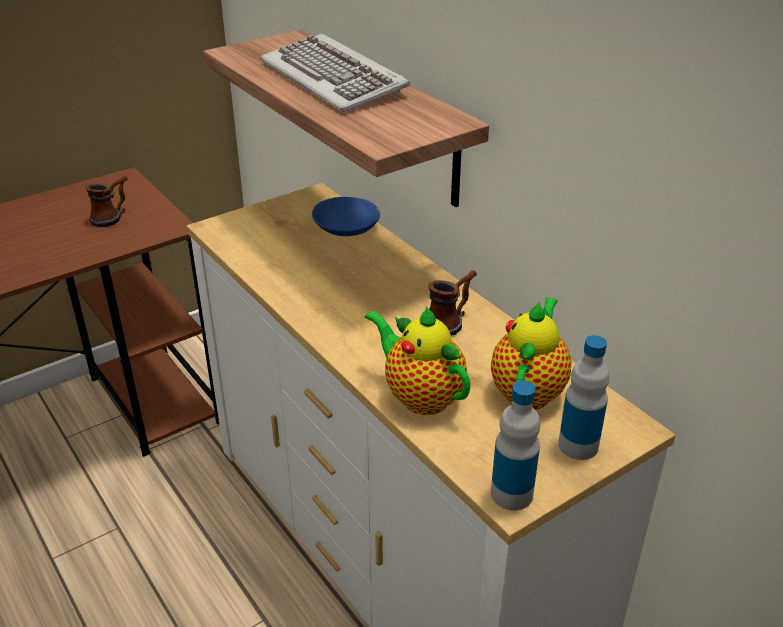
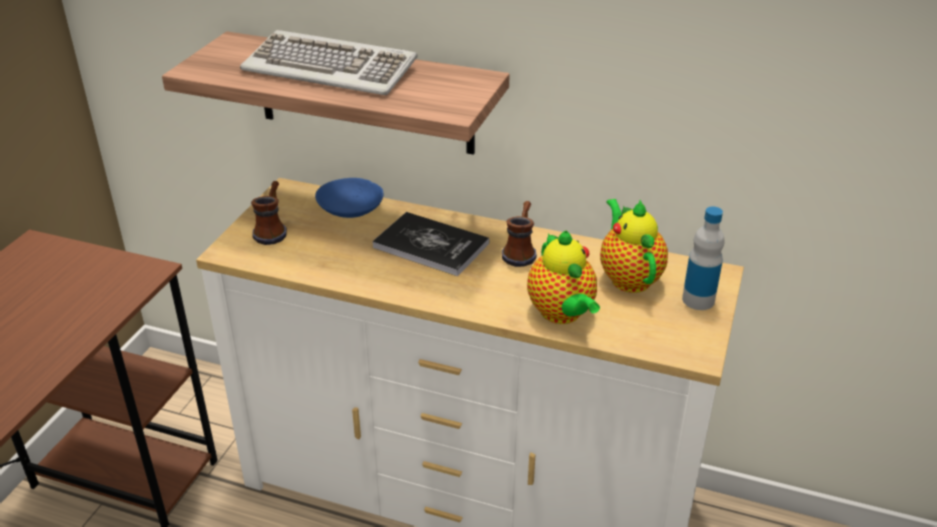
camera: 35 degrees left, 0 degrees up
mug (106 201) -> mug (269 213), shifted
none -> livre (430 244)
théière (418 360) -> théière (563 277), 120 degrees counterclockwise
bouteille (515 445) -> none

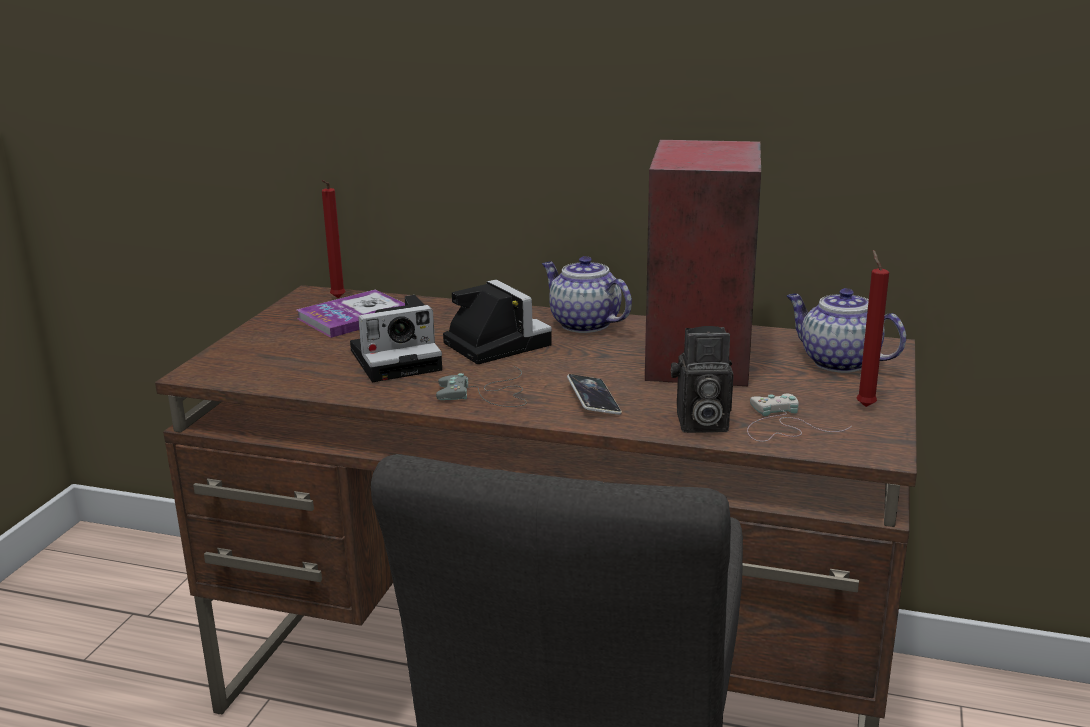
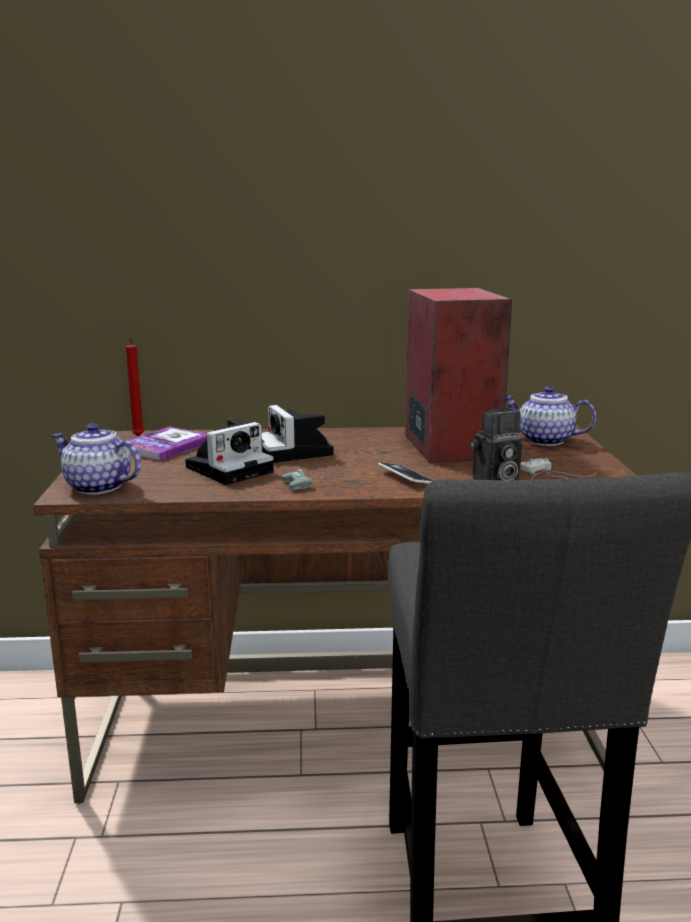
camera: 20 degrees left, 5 degrees down
théière (587 294) -> théière (96 459), shifted
appareil photo (497 322) -> appareil photo (298 434), 150 degrees counterclockwise
bougie/rouge (873 328) -> none

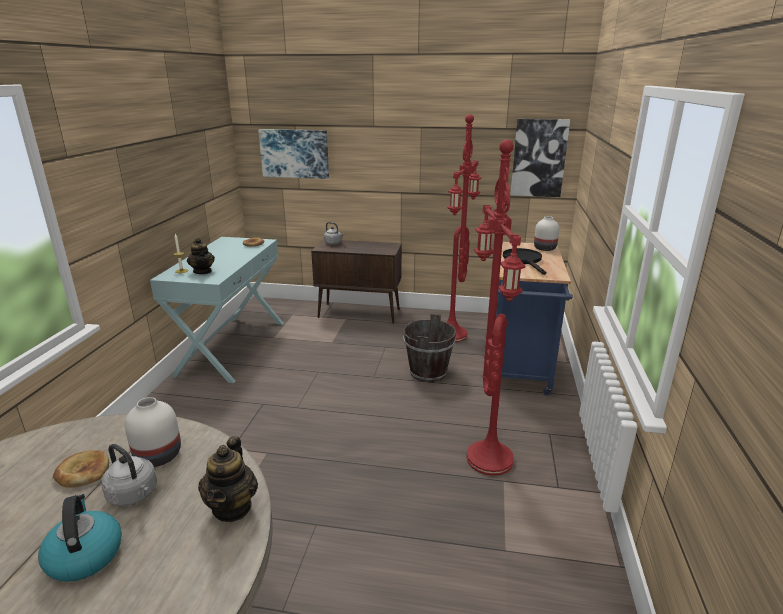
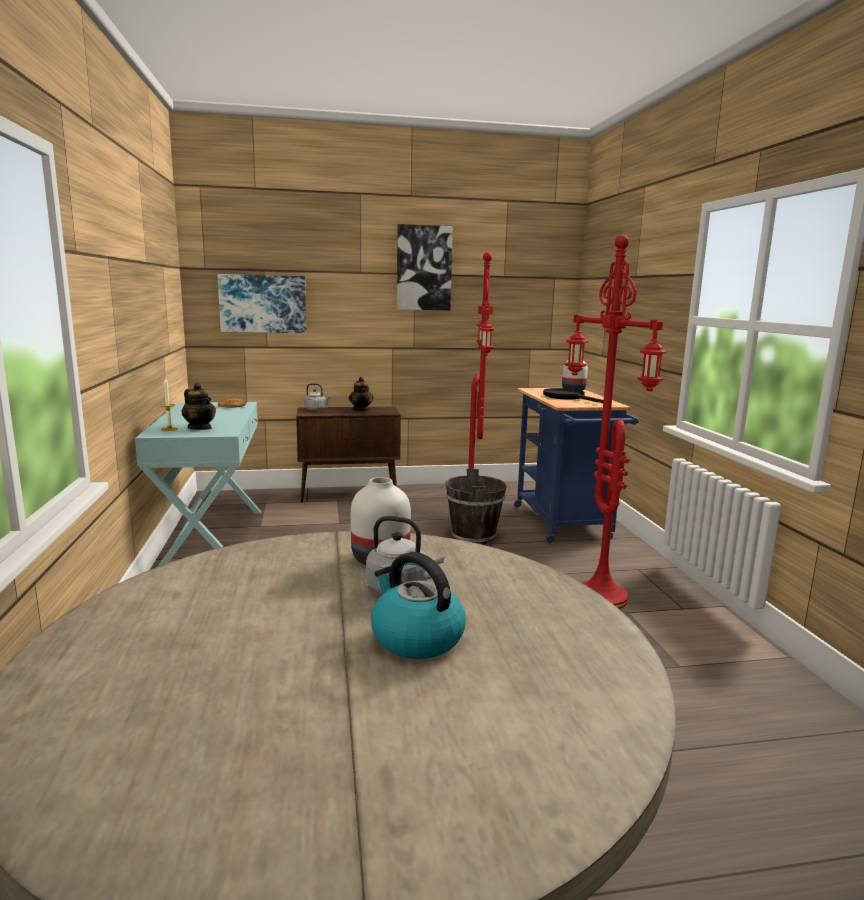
camera: 20 degrees left, 10 degrees down
théière (228 479) -> théière (361 394), shifted
tableau (540 158) -> tableau (425 267), shifted
pain (81 468) -> none

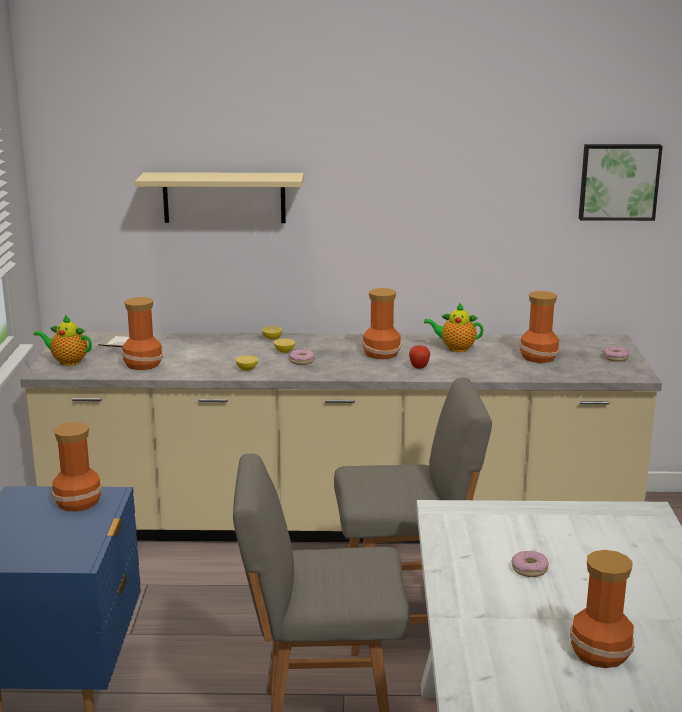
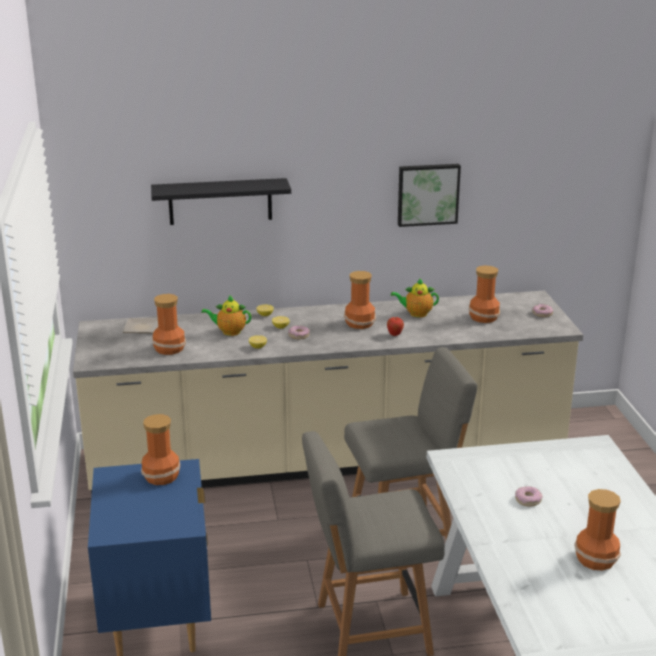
camera: 10 degrees left, 5 degrees up
étagère/beige (219 197) -> étagère/noir (221 201)
théière (63 340) -> théière (226 315), shifted
tableau (621 182) -> tableau (429 195), shifted

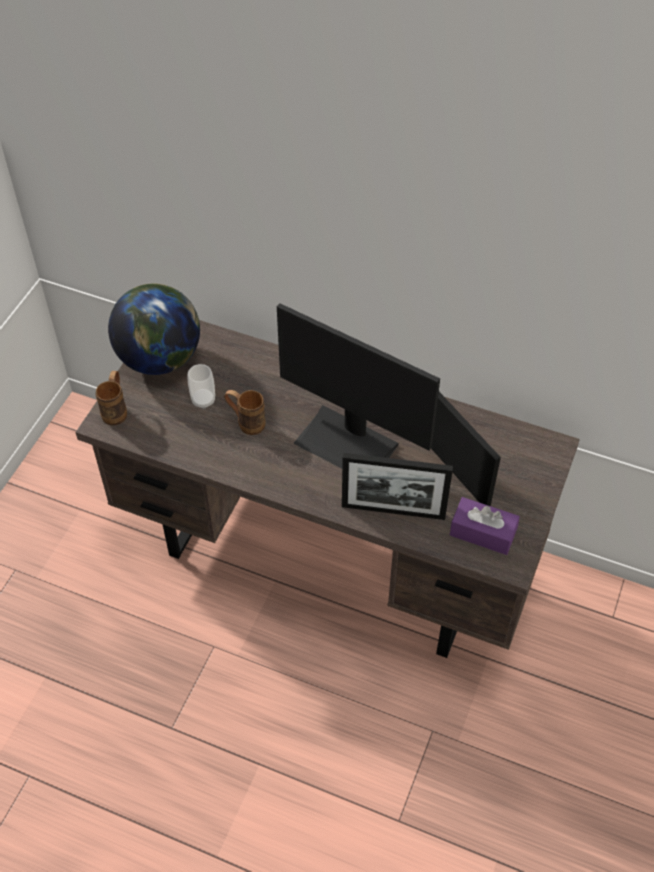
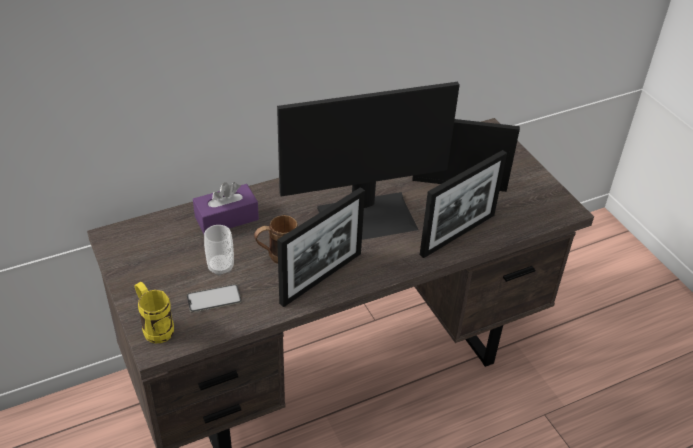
camera: 50 degrees left, 10 degrees down
mug/marron (111 398) -> mug/jaune (154 312)
none -> téléphone (214 298)
boîte à mouchoirs/violet (485 526) -> boîte à mouchoirs/violet (226 208), shifted
none -> cadre photo (321 247)
globe (154 329) -> none

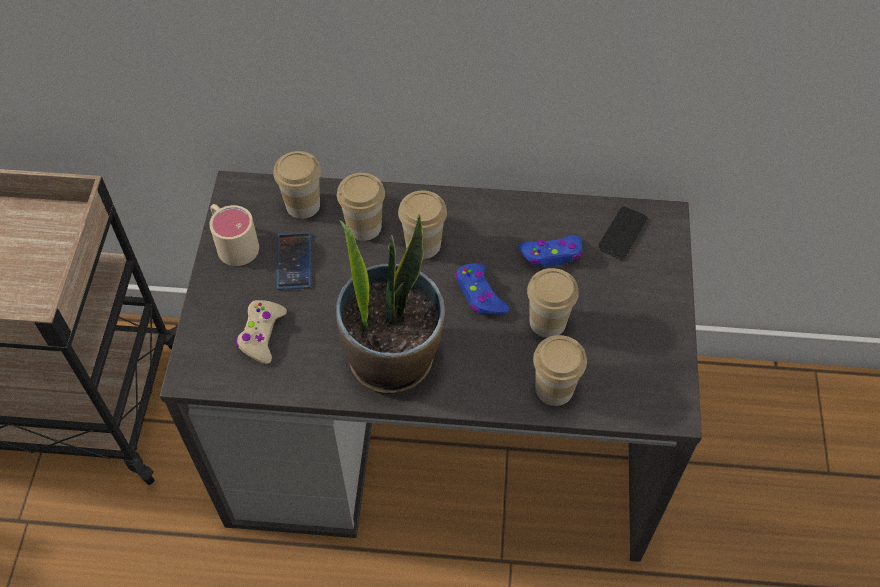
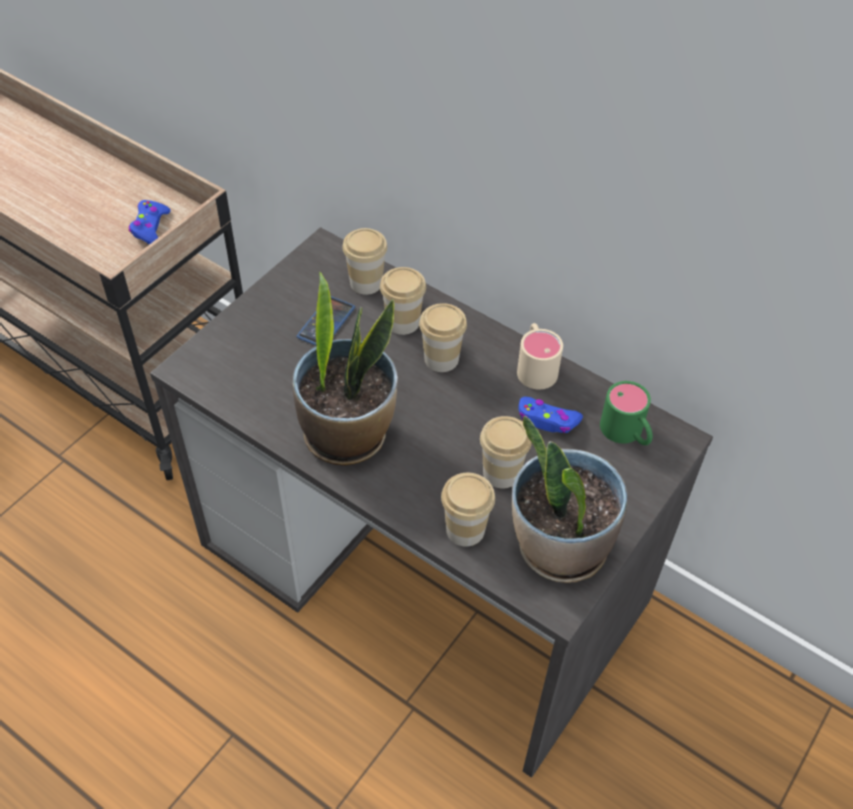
camera: 30 degrees right, 5 degrees down
manette/bleu (482 289) -> manette/bleu (150 222), shifted
none -> plante en pot (570 499)
mug/beige (234 235) -> mug/beige (540 356), shifted
téléphone (622 233) -> mug/vert (626 413)
manette/beige (261 332) -> none

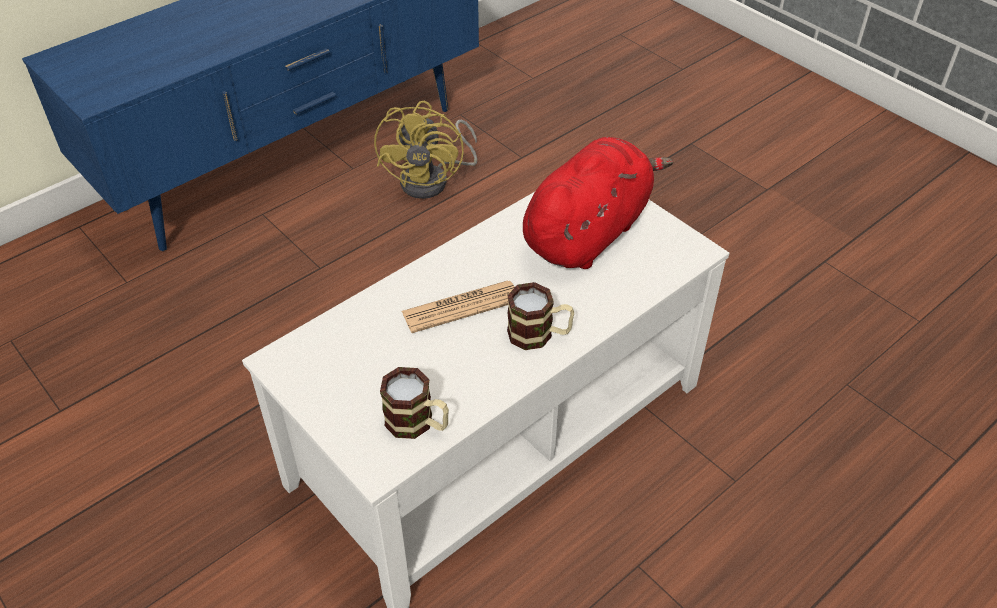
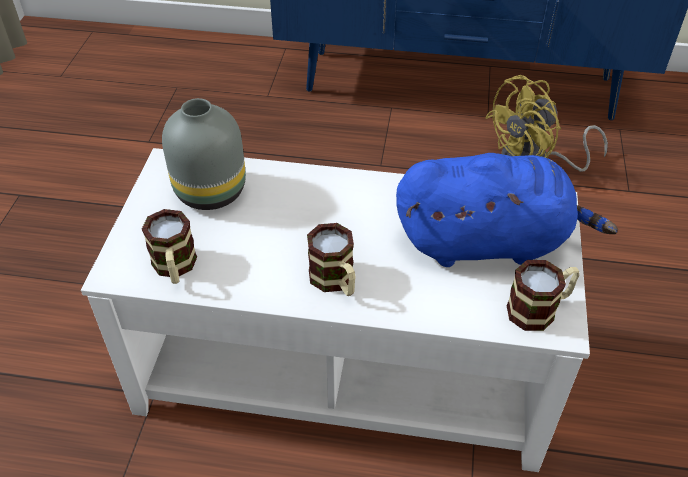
camera: 50 degrees right, 0 degrees up
none -> vase/gris (204 154)
peluche/rouge (598 203) -> peluche/bleu (507 210)
none -> mug (543 295)
journal (458 306) -> none

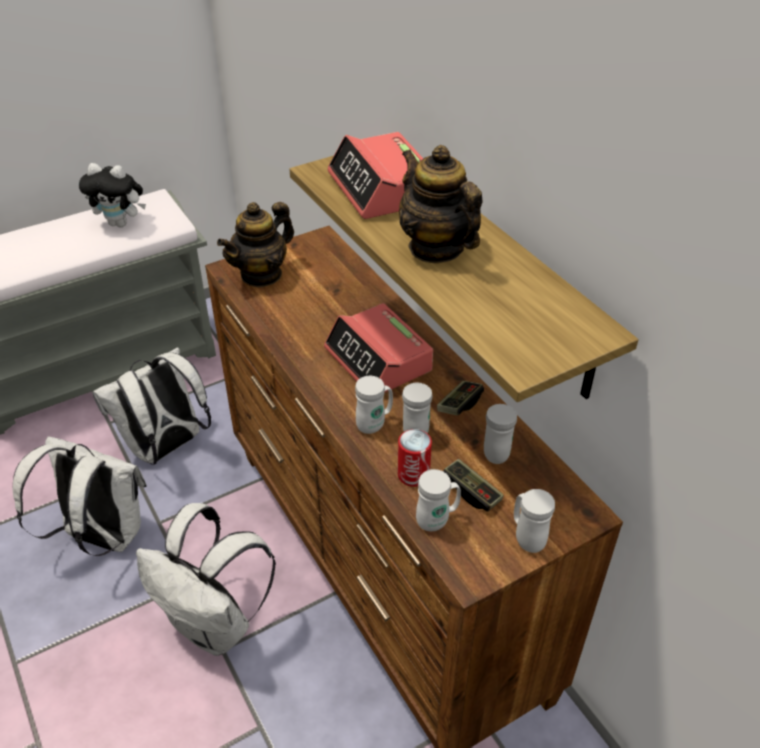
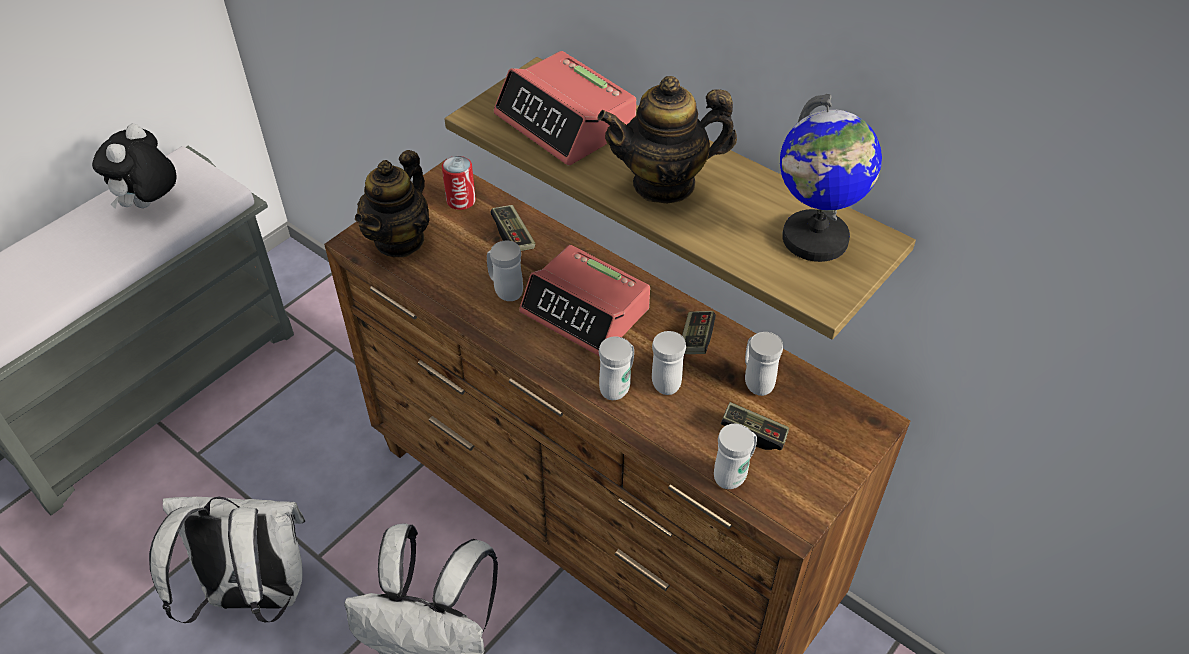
camera: 20 degrees left, 5 degrees up
peluche (112 195) -> peluche (134 166), 120 degrees clockwise
boîte métallique (415 458) -> boîte métallique (459 183), shifted
mug/blanc (534 521) -> mug/blanc (505 270), shifted
none -> manette (513 228)
théière (440 204) -> théière (667 140), 45 degrees counterclockwise
none -> globe (831 178)
sac à dos/blanc (151 405) -> none

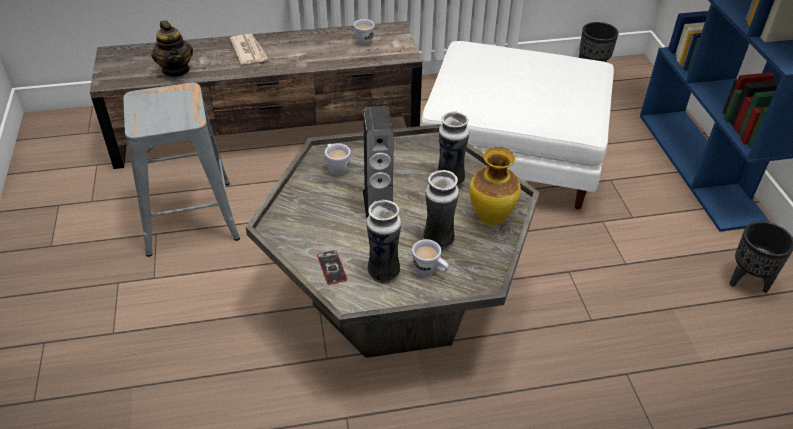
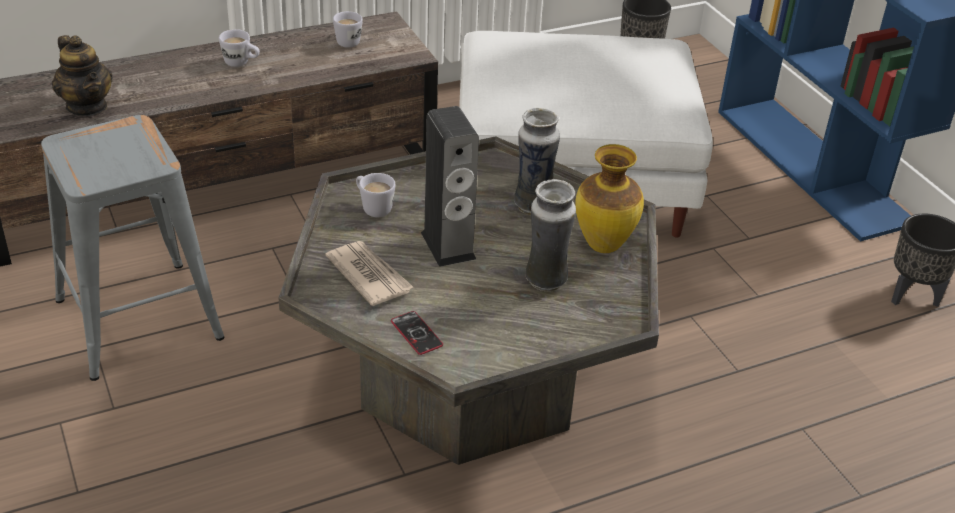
camera: 15 degrees left, 5 degrees down
mug/blanc (430 257) -> mug/blanc (239 48), shifted
journal (249 49) -> journal (369 273), shifted
vase (383 241) -> none

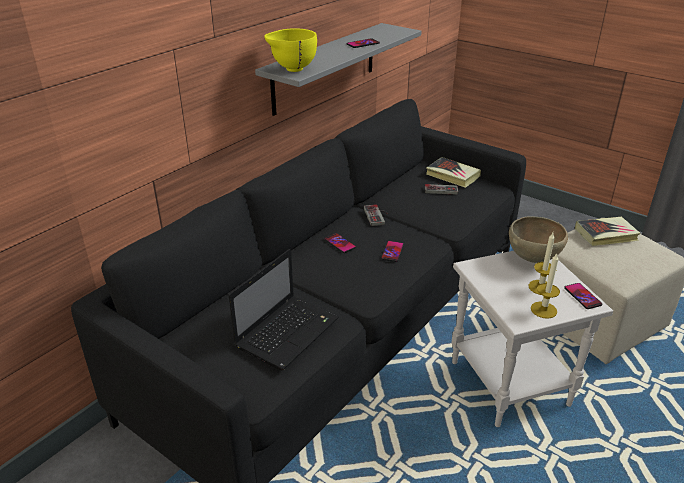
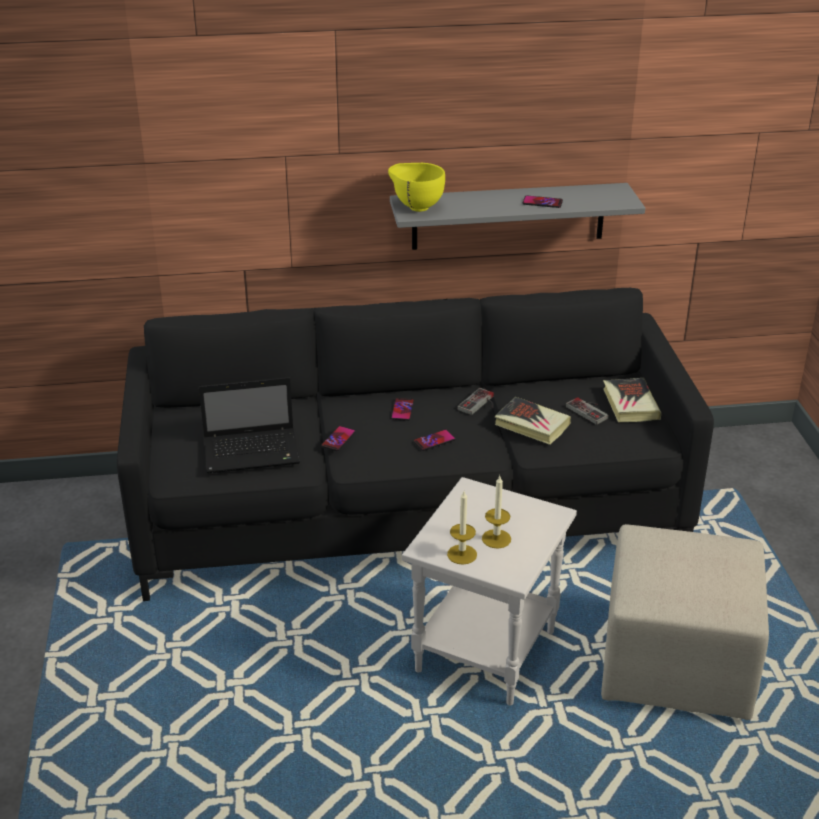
camera: 45 degrees right, 0 degrees up
téléphone (583 296) -> téléphone (338 438), shifted
livre (608 231) -> livre (533 421), shifted
bol/marron (538 239) -> none

